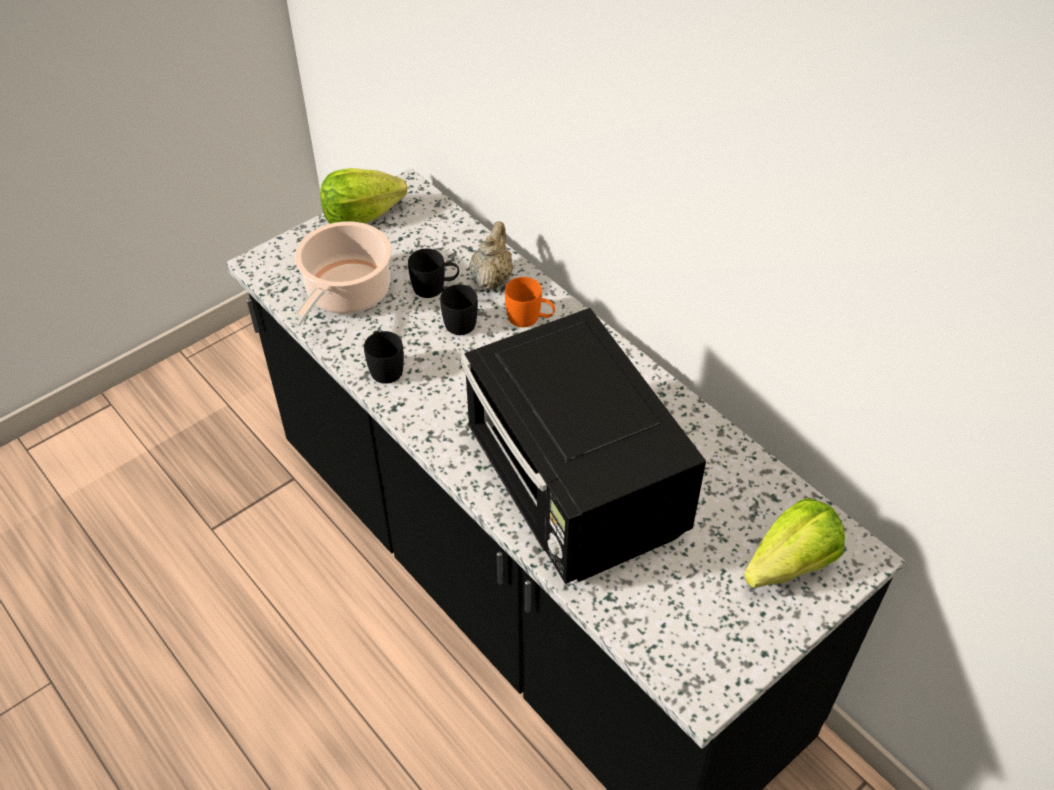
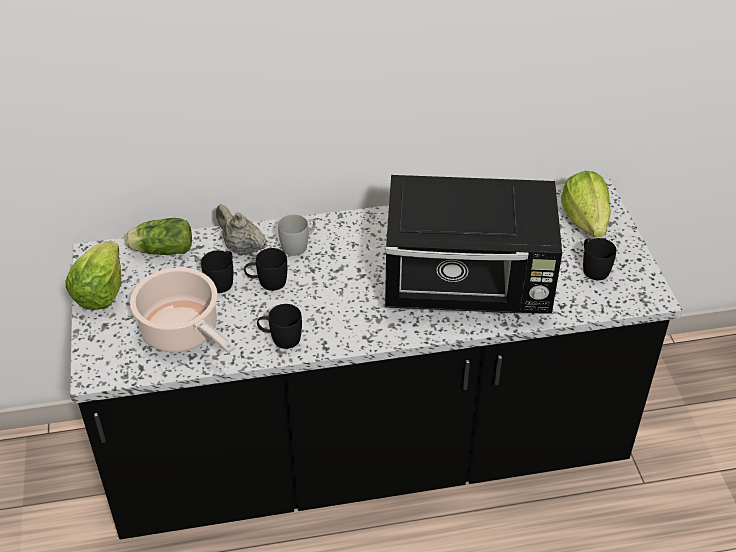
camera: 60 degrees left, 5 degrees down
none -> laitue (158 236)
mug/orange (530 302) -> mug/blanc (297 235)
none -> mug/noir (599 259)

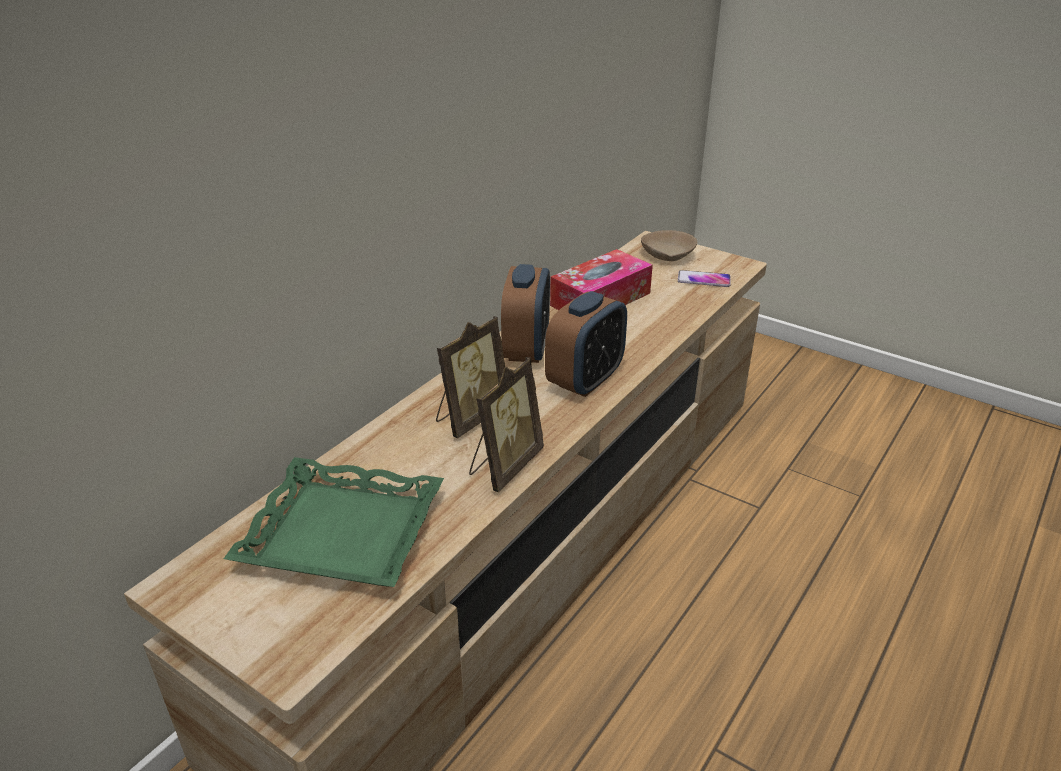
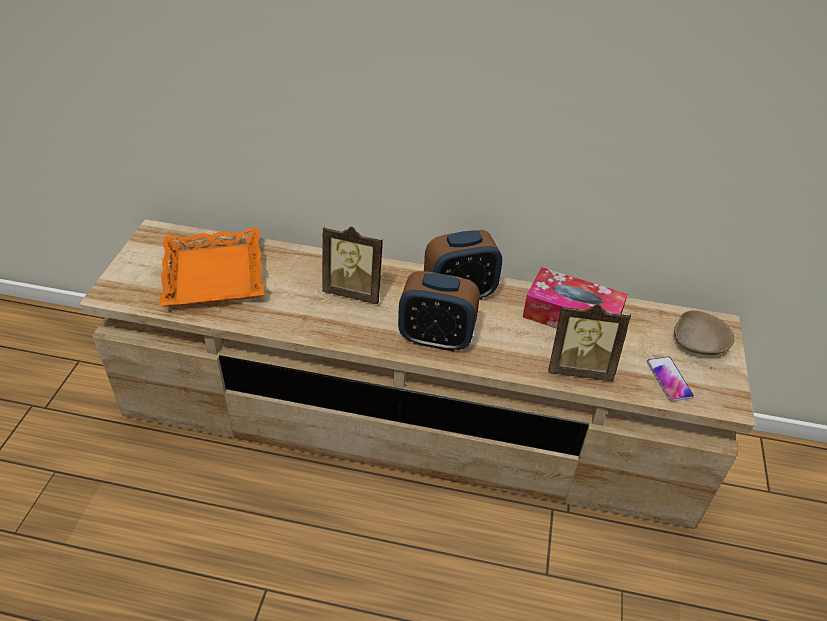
camera: 65 degrees right, 10 degrees up
plateau/vert (334 522) -> plateau/orange (211 267)
cadre photo (506 424) -> cadre photo (589 342), shifted

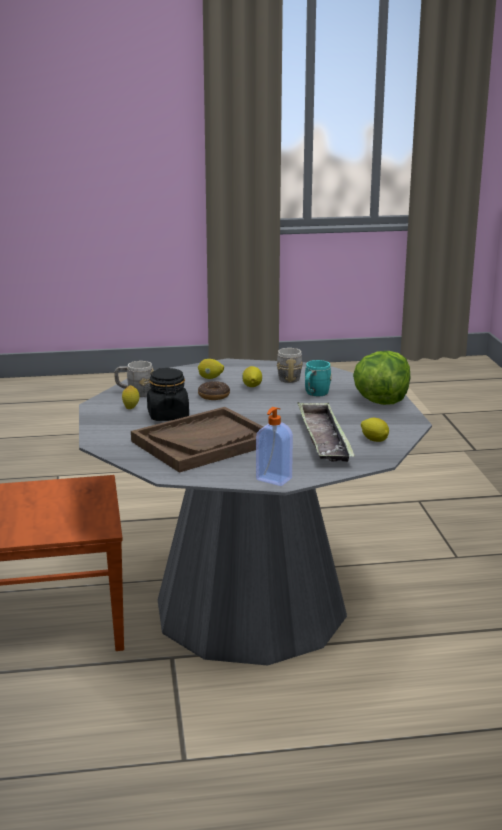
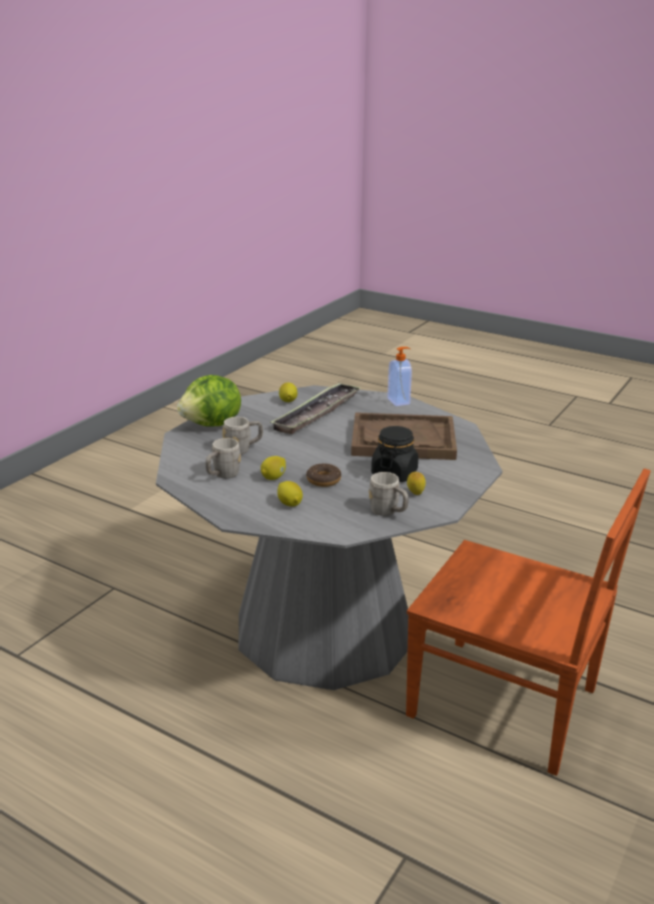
camera: 140 degrees left, 5 degrees up
mug/turquoise (318 378) -> mug/gris (243 435)

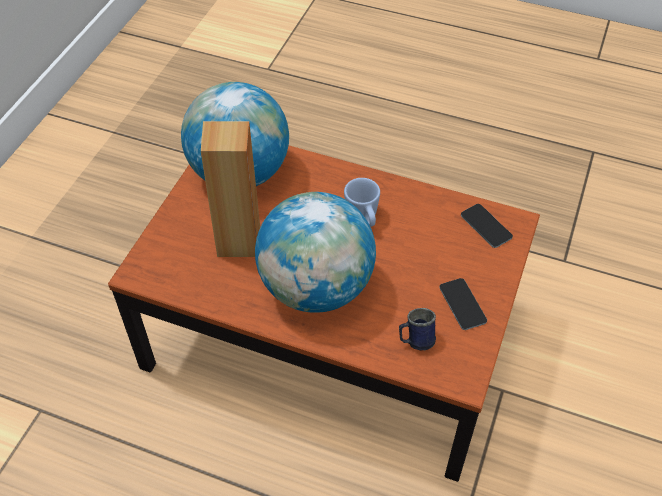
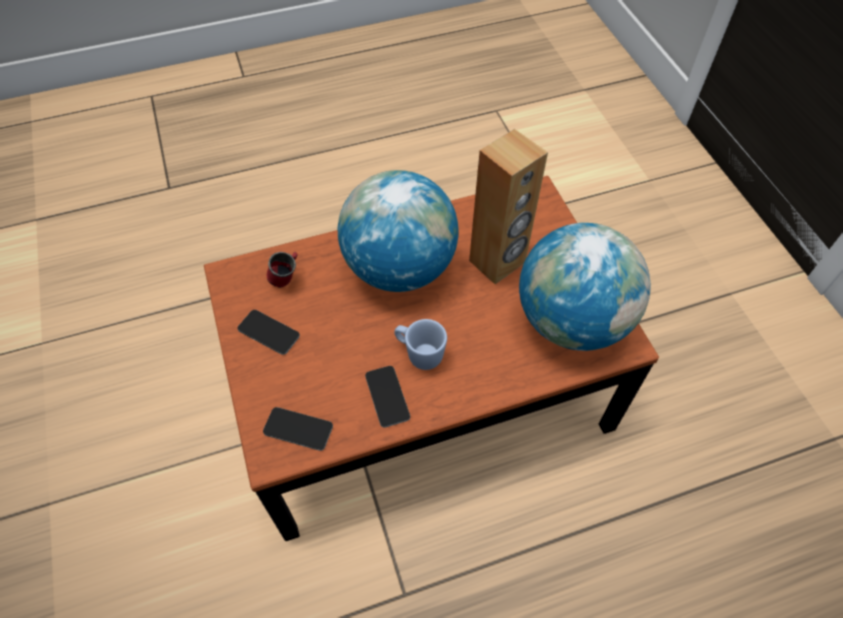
camera: 140 degrees right, 5 degrees up
mug/bleu (417 329) -> mug/rouge (282 270)
none -> téléphone (387 397)

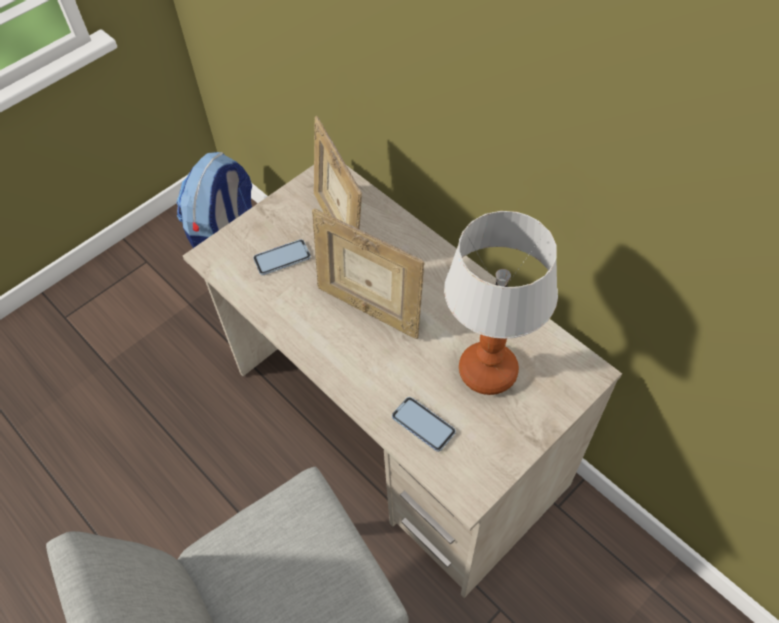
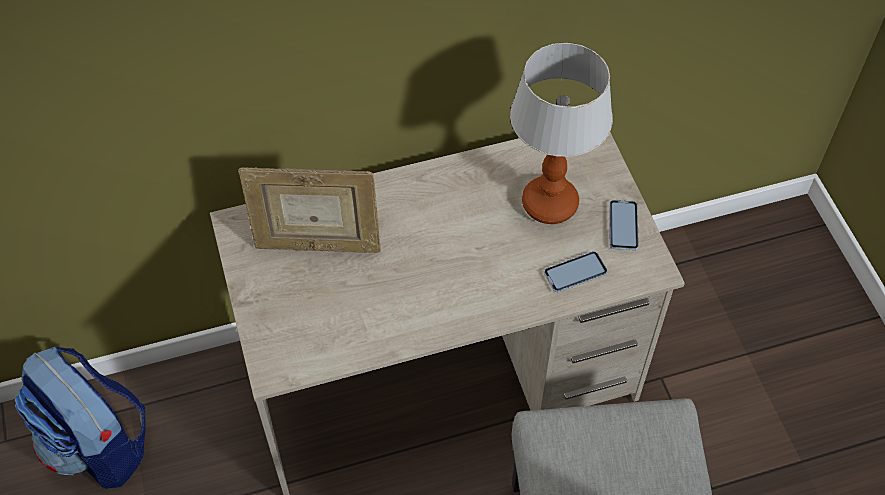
camera: 65 degrees left, 0 degrees up
téléphone (282 257) -> téléphone (624 225), shifted
cadre photo (368 274) -> none

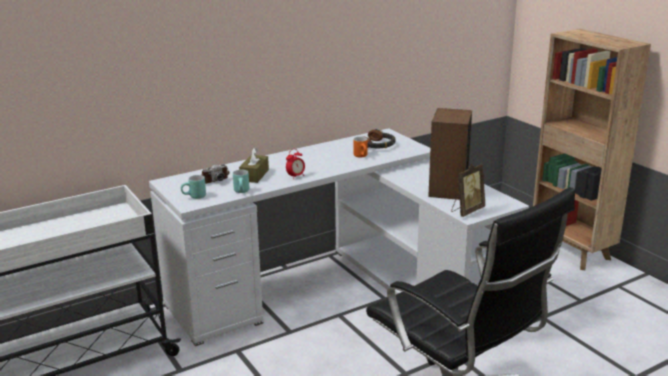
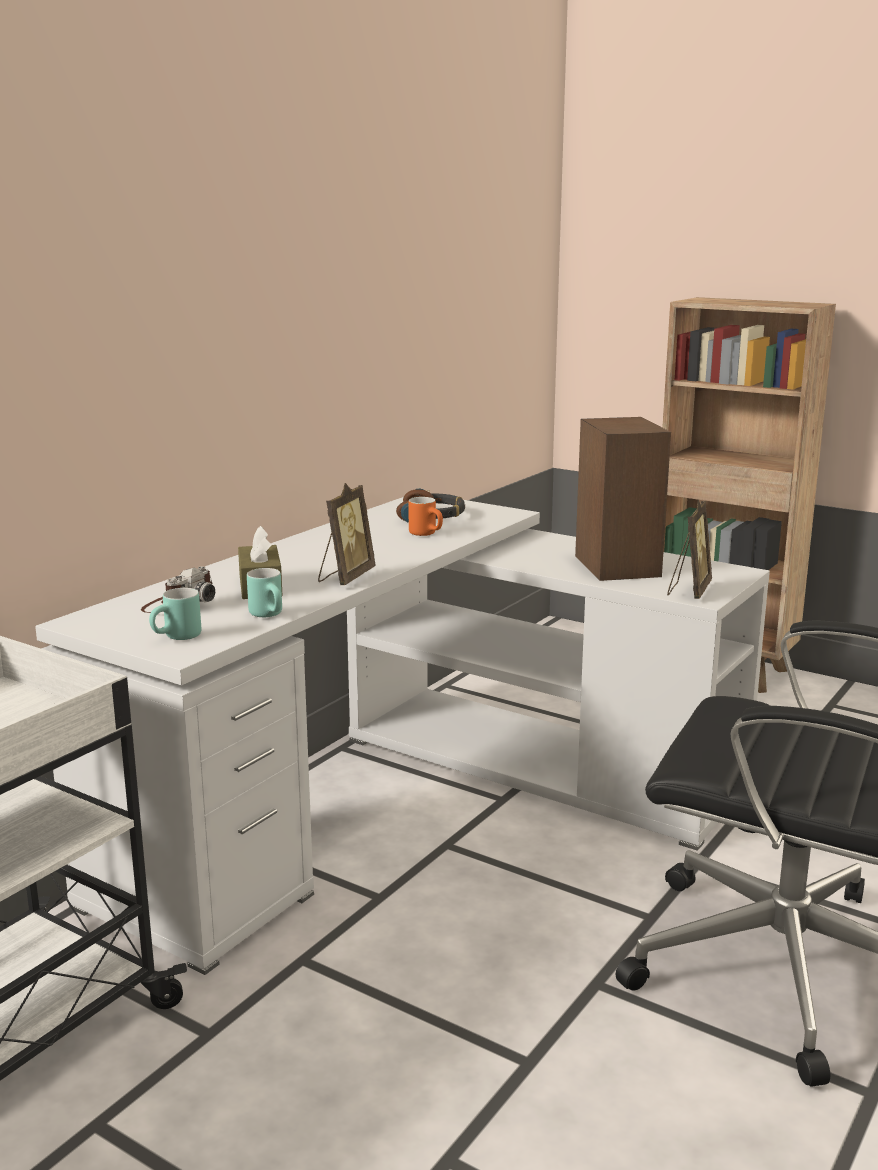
camera: 25 degrees left, 5 degrees down
réveil (295 164) -> cadre photo (346 534)

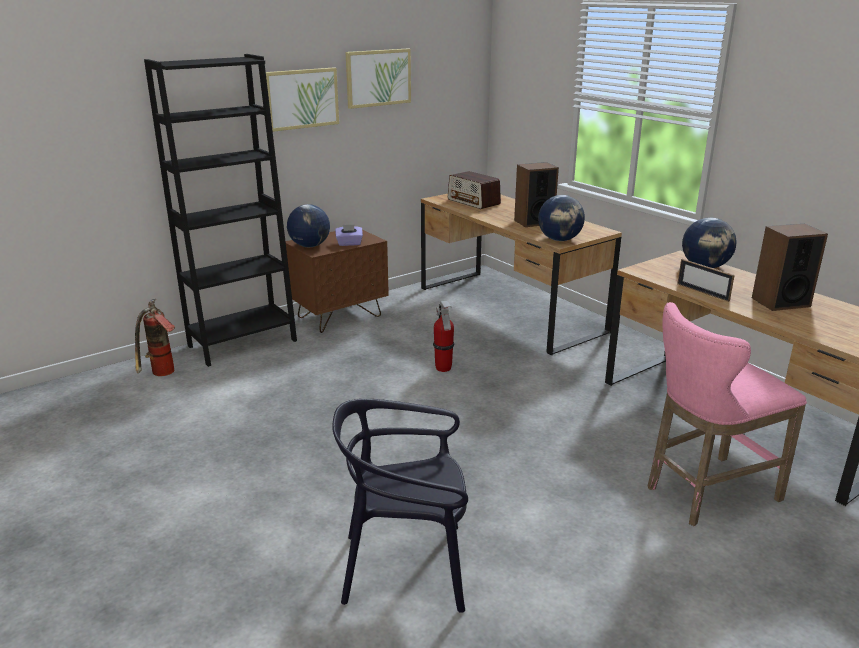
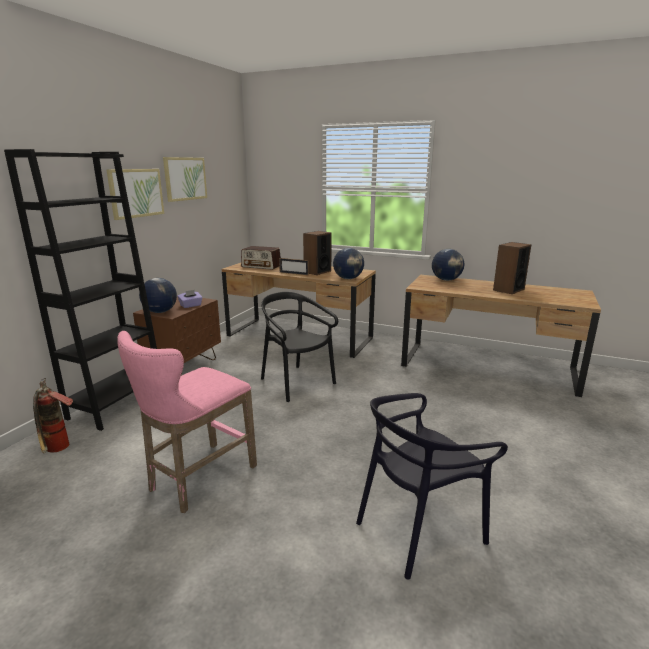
camera: 30 degrees left, 5 degrees down
tabouret/rose (727 414) -> tabouret/rose (187 422), shifted
extincteur (443 336) -> chaise/noir (299 347)
cadre photo (706 280) -> cadre photo (294 266), shifted

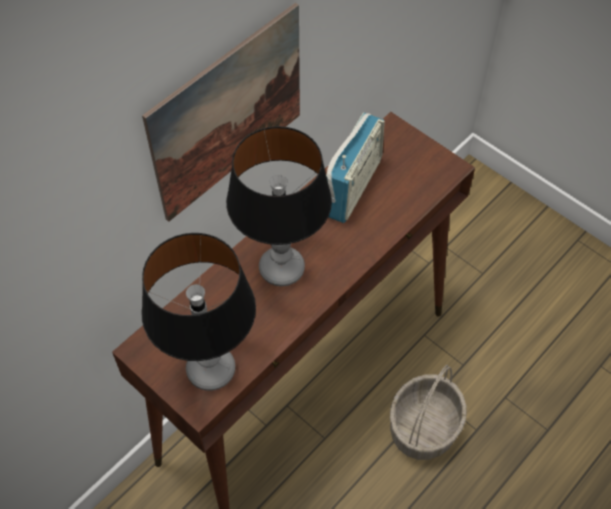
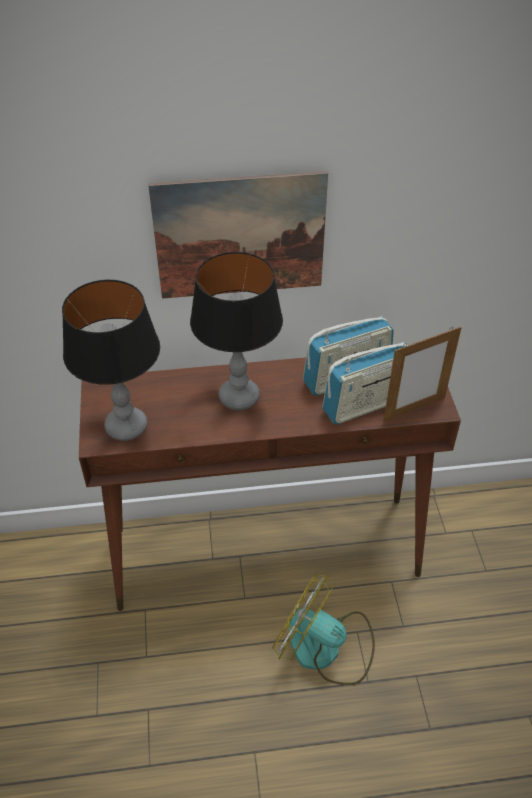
camera: 40 degrees right, 10 degrees down
panier (428 412) -> ventilateur (323 629)
none -> radio (365 383)
none -> cadre photo (423 374)

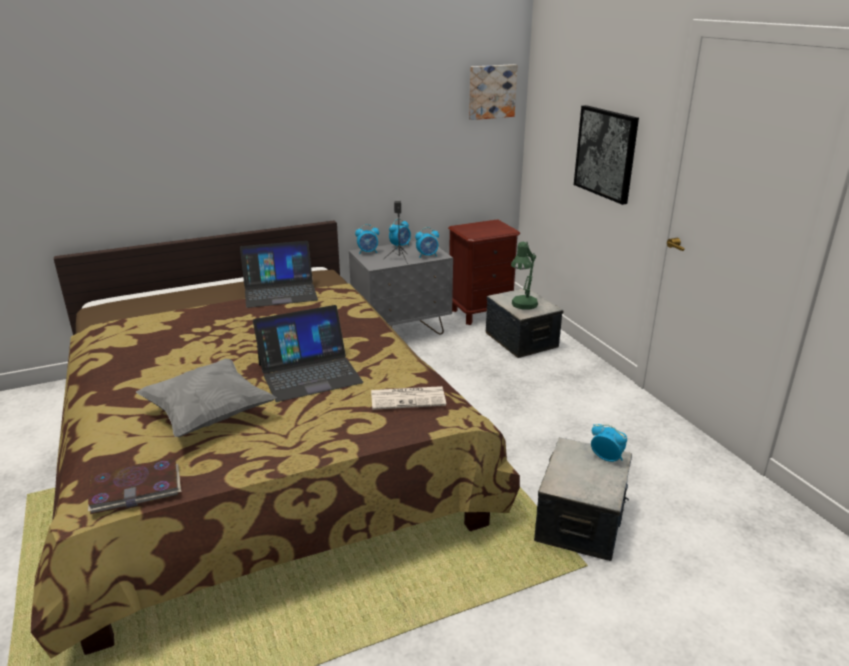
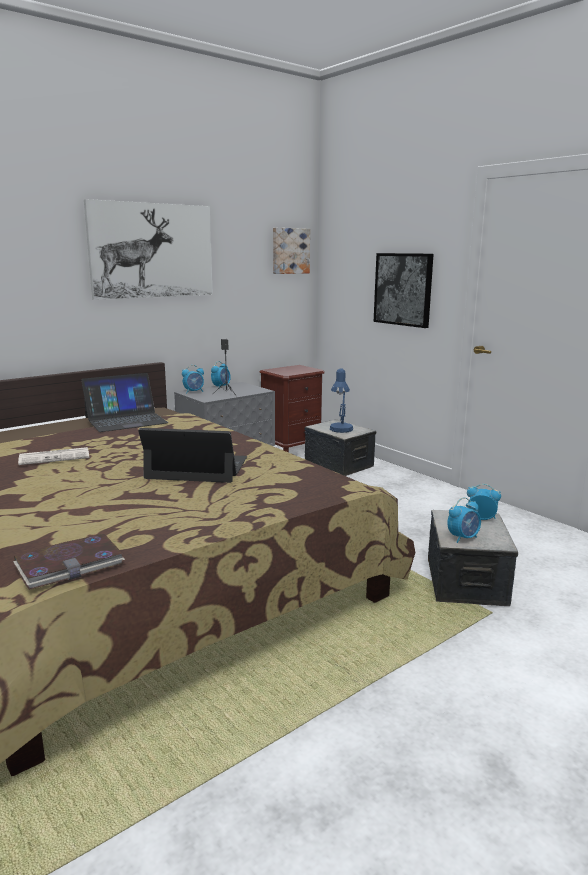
camera: 15 degrees left, 10 degrees down
journal (408 398) -> journal (53 456), shifted
none -> tableau (148 249)
ordinateur portable (308 353) -> ordinateur portable (192 455), 135 degrees counterclockwise
lampe de table/vert (524 275) -> lampe de table/bleu (341 401)
réveil (427 242) -> réveil (464 520), shifted
coussin/gris (206 398) -> none

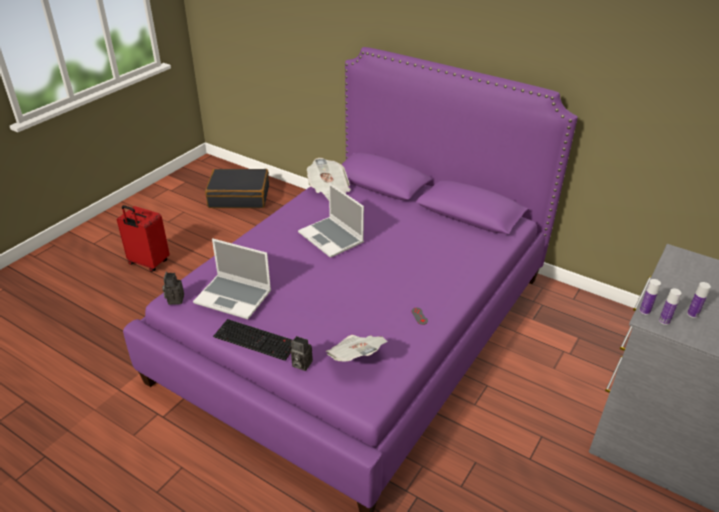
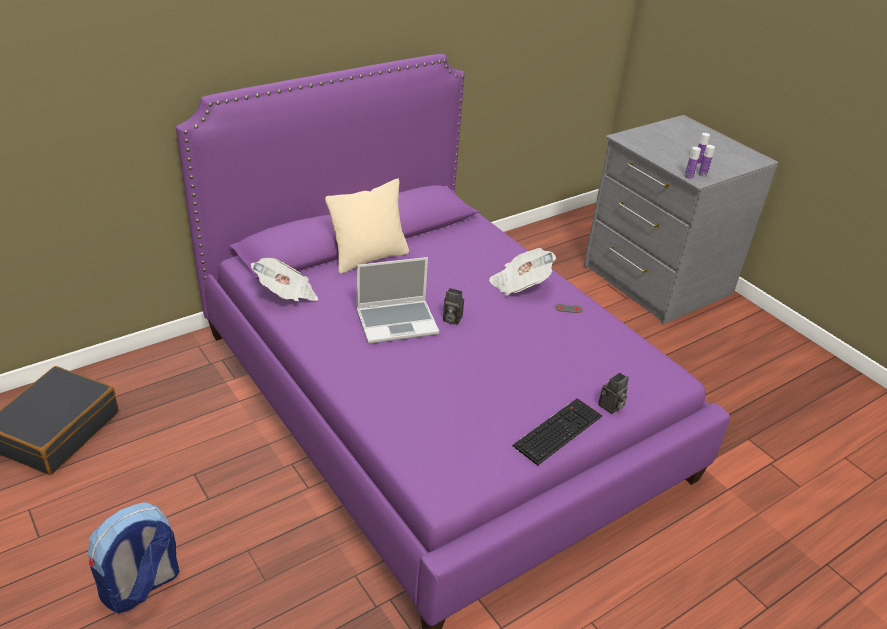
camera: 70 degrees left, 0 degrees up
valise/rouge (143 238) -> sac à dos (133 558)
none -> coussin/beige (367 226)
appareil photo (173 288) -> appareil photo (453 306), shifted
journal (356 348) -> journal (522 272), shifted
ordinateur portable (232 278) -> none

